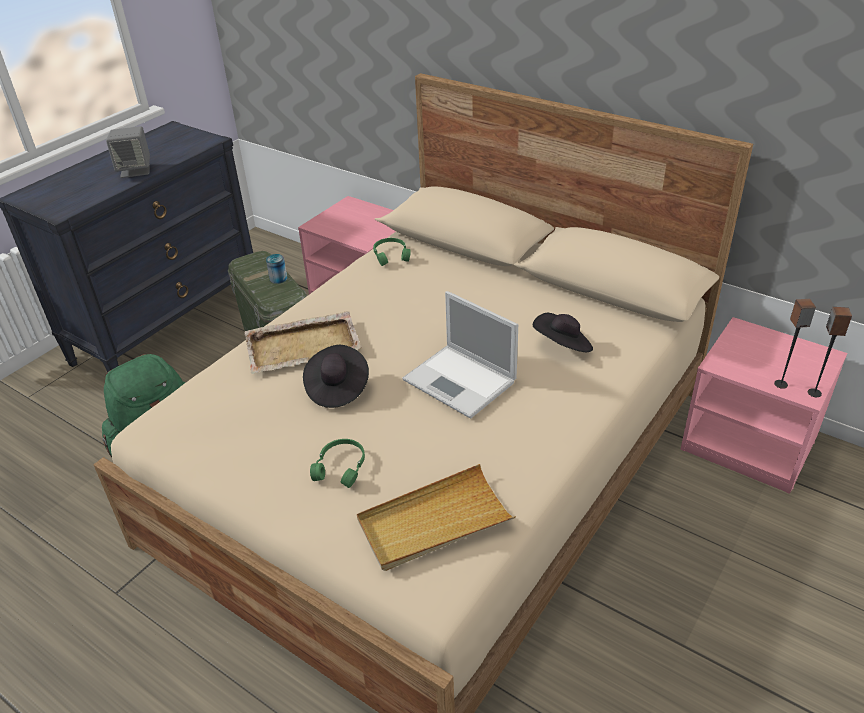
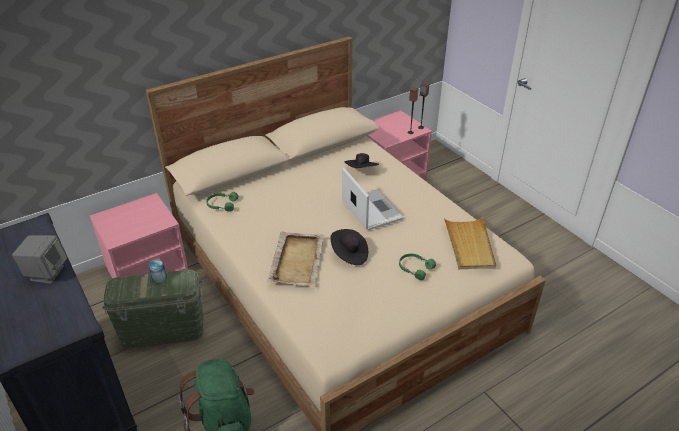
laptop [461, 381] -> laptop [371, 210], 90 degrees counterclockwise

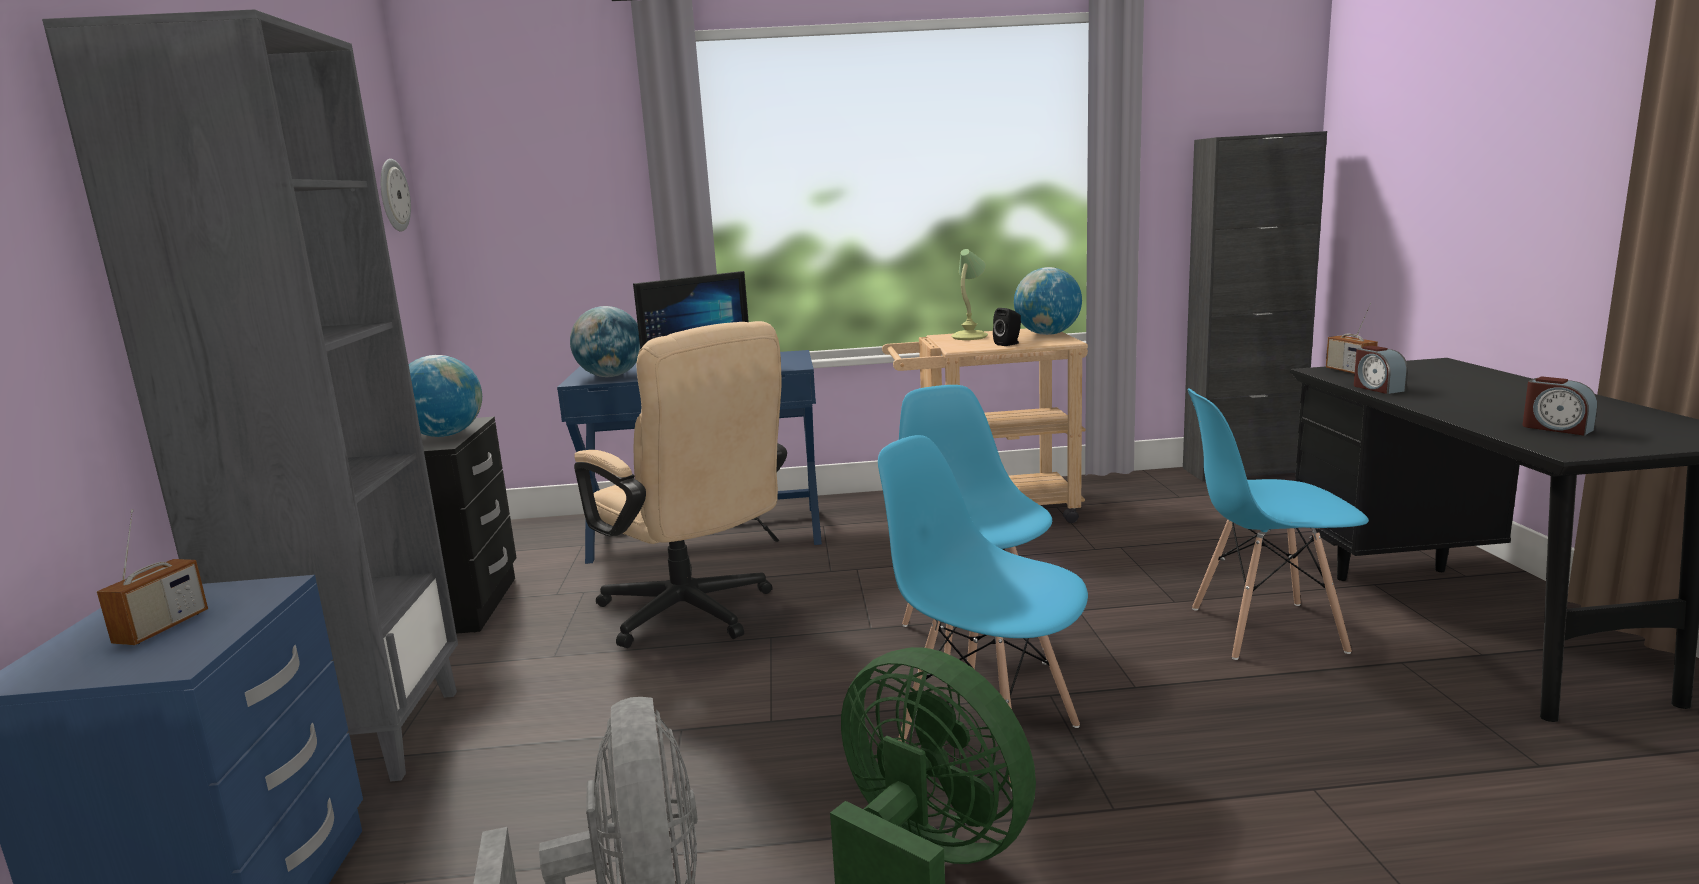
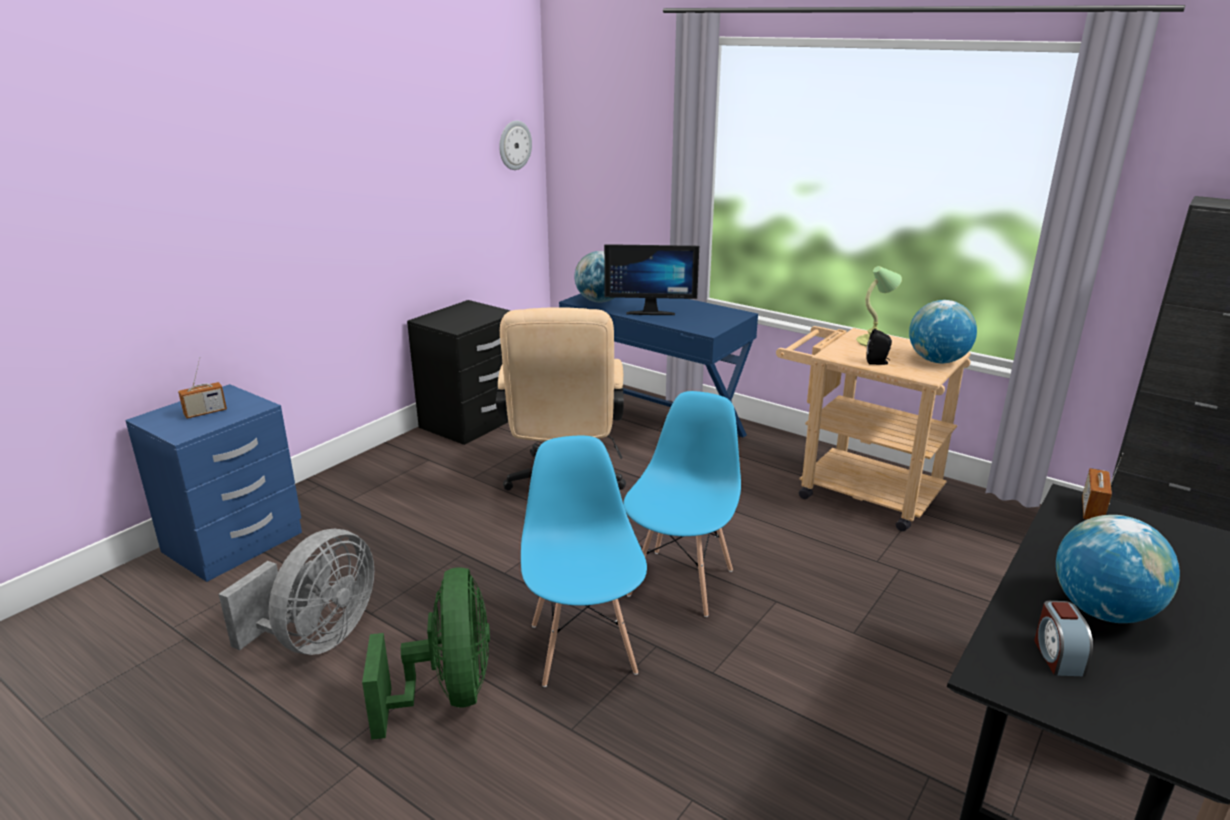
greyish shelving unit [362, 738] -> none
bluish chair [1265, 630] -> none
bedside clock [1377, 388] -> none
world globe [445, 435] -> world globe [1102, 611], relocated

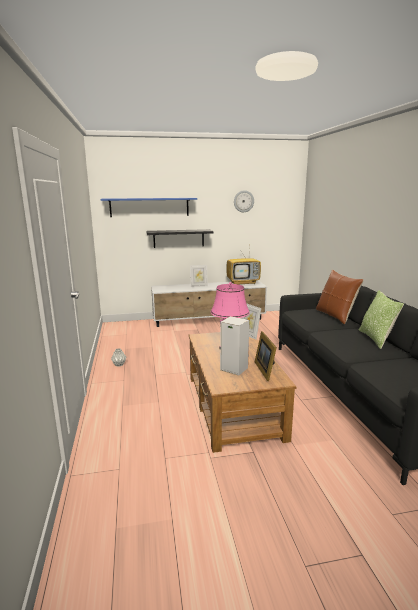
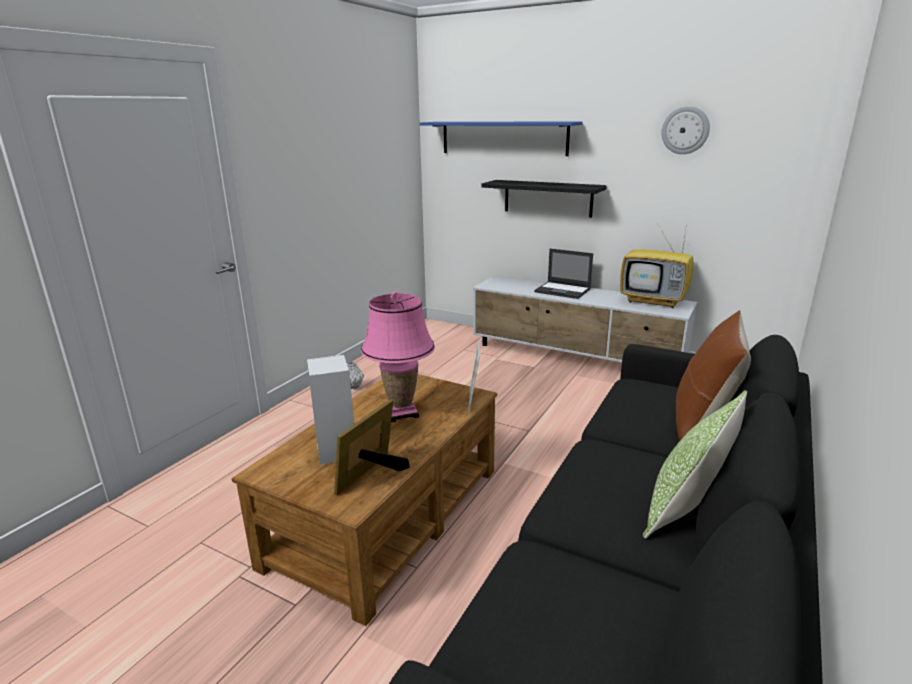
standing frame [199, 286] -> laptop [563, 290]

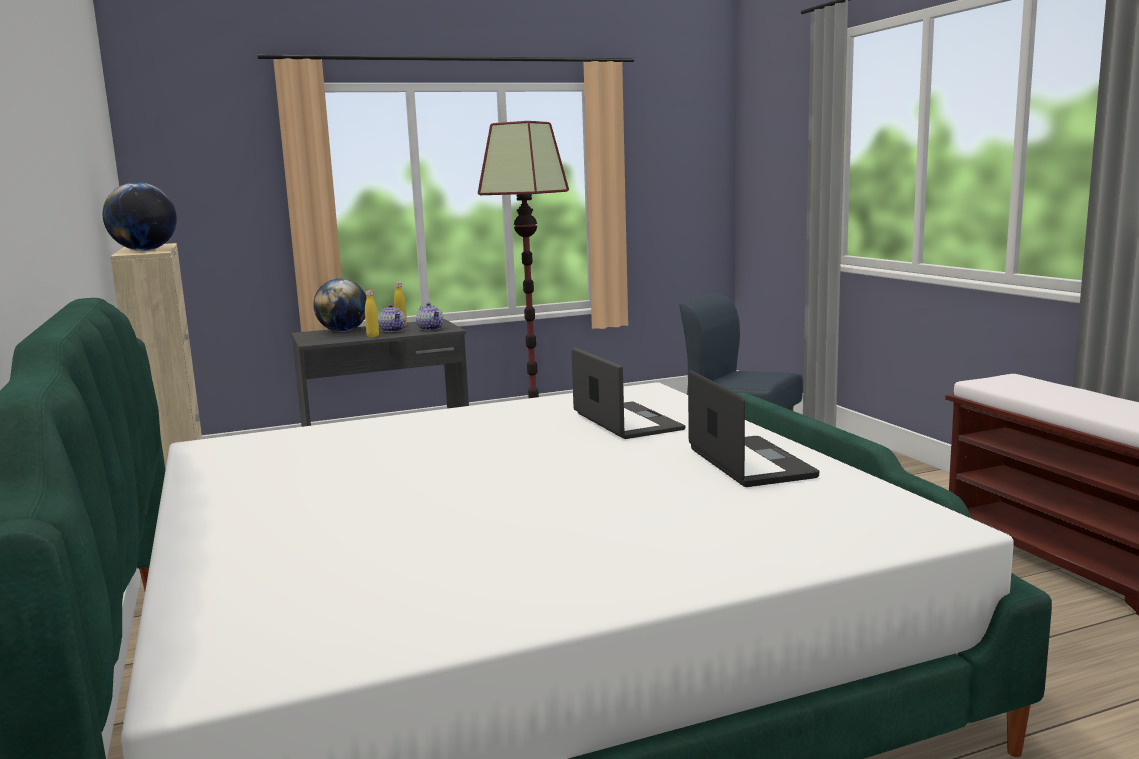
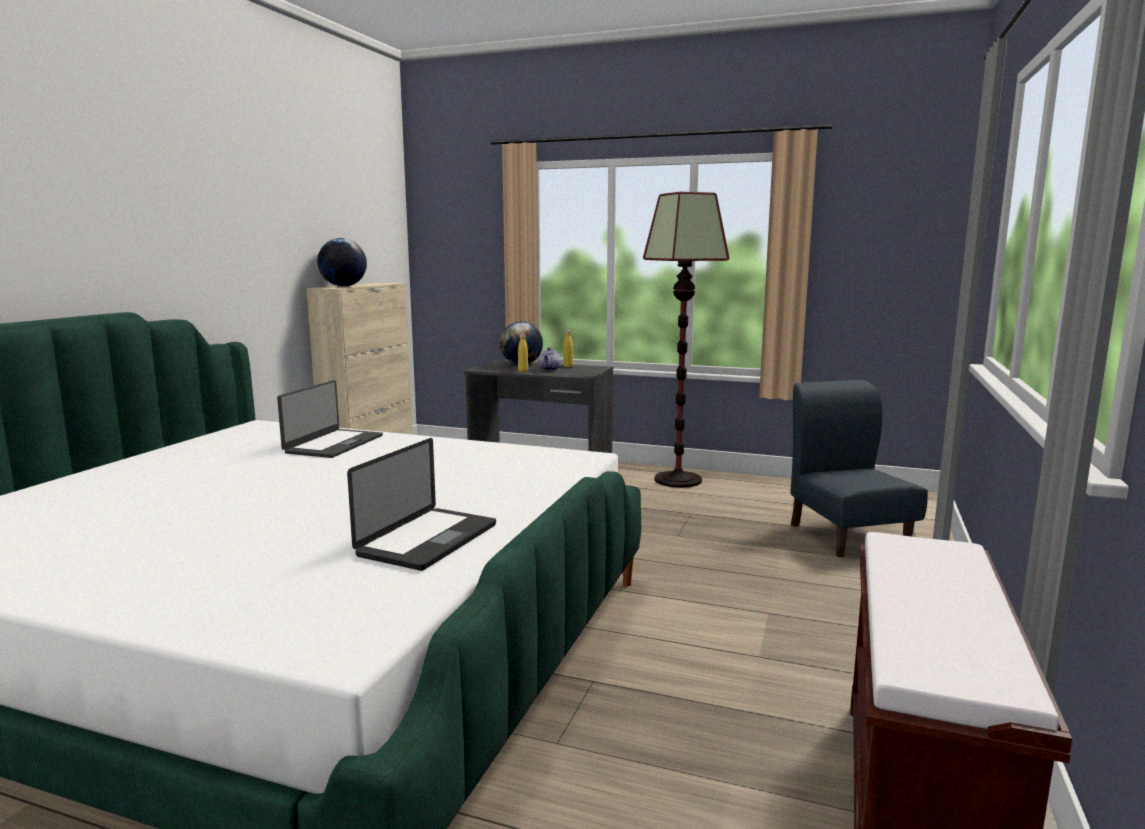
pot for tea [431, 329] -> none
laptop [625, 422] -> laptop [333, 444], relocated

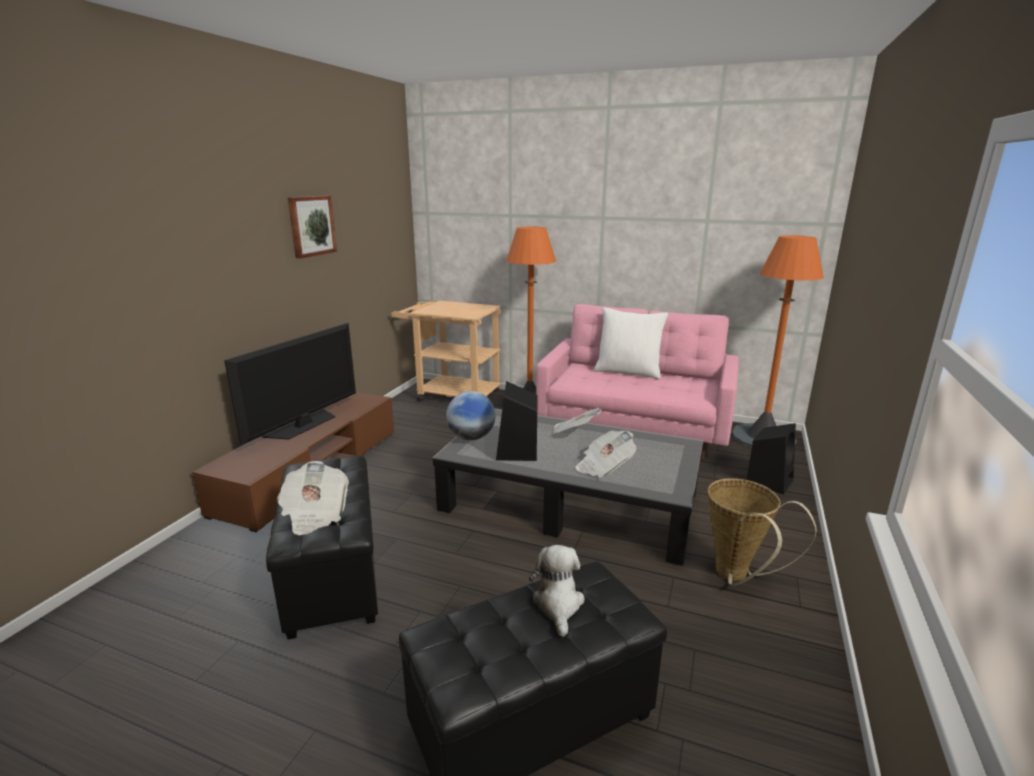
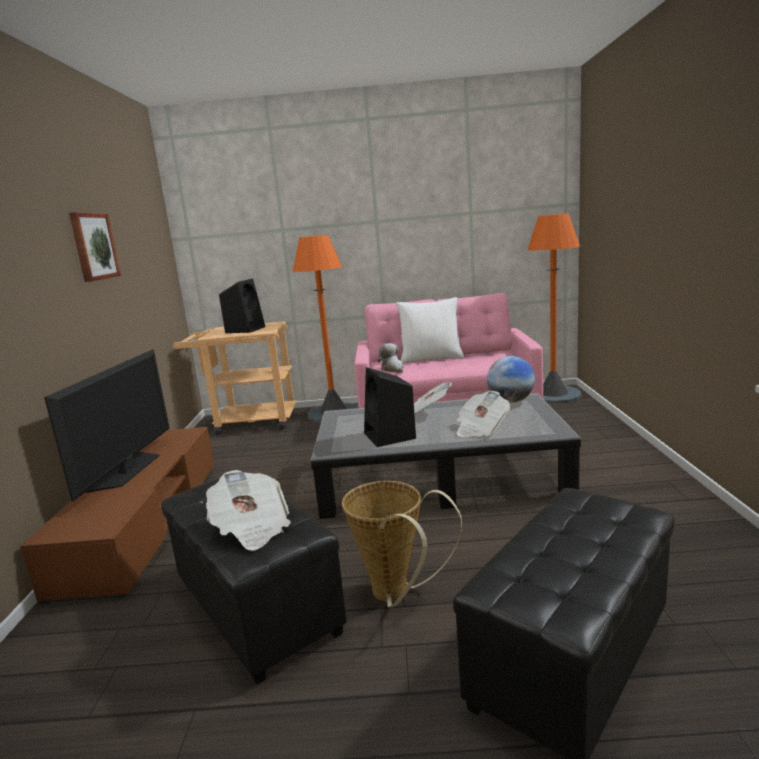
world globe [471, 437] -> world globe [511, 401], relocated
soft toy [558, 604] -> soft toy [393, 369], relocated
basket [736, 577] -> basket [396, 595], relocated
blackish speaker [769, 480] -> blackish speaker [245, 329], relocated

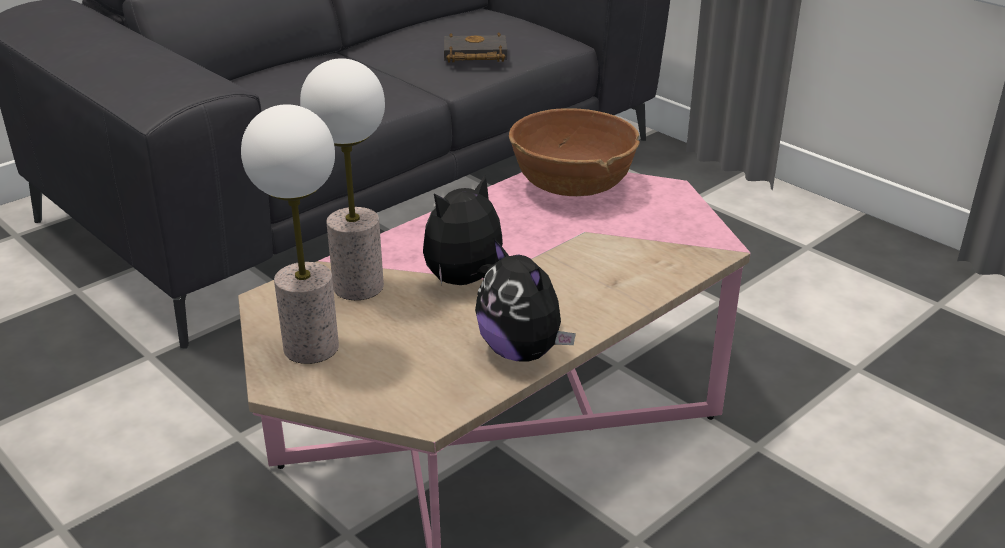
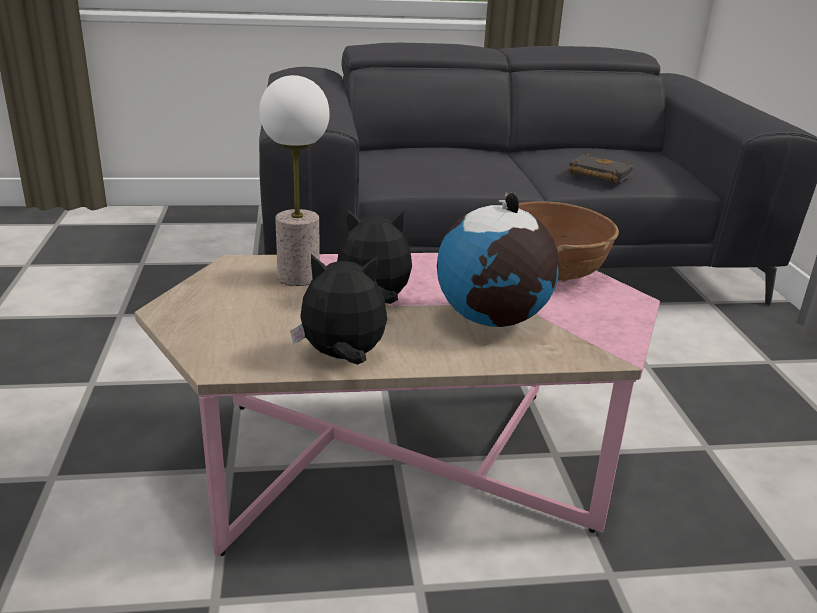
tabletop lamp [312, 347] -> none
none -> world globe [493, 320]
soft toy [522, 351] -> soft toy [343, 357], 90 degrees clockwise

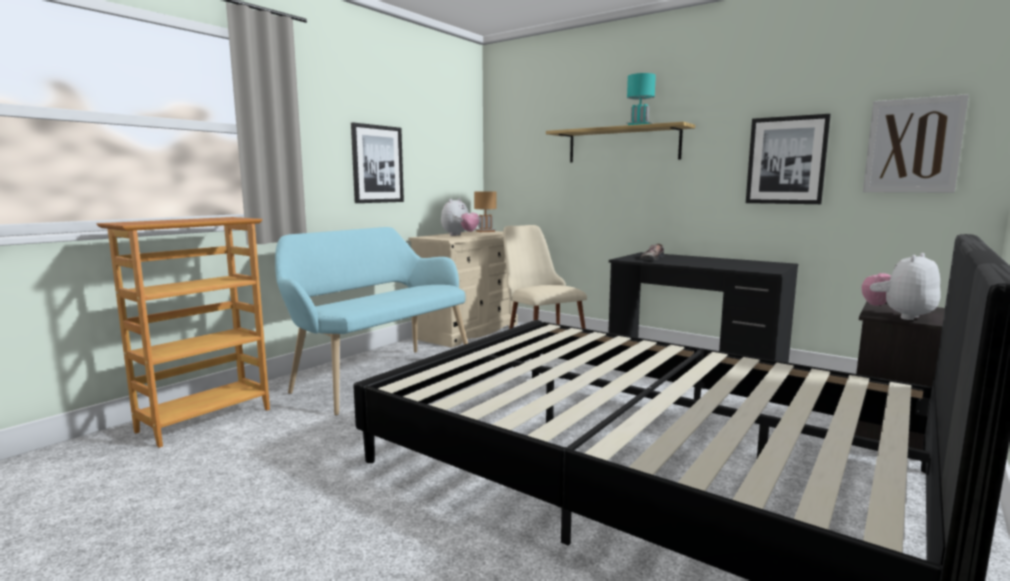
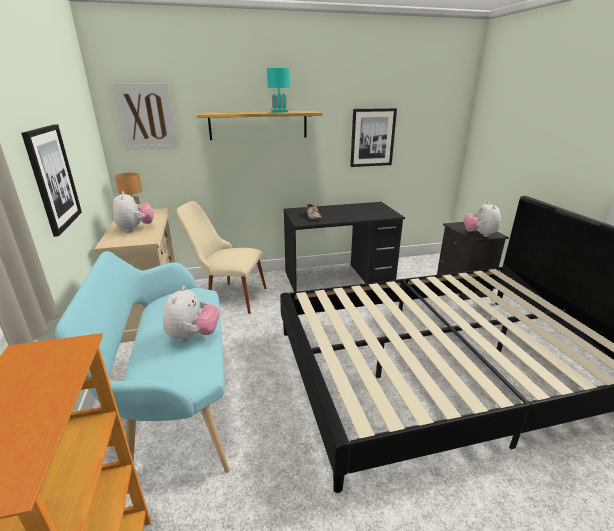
none -> soft toy [193, 336]
wall picture [913, 146] -> wall picture [146, 116], relocated

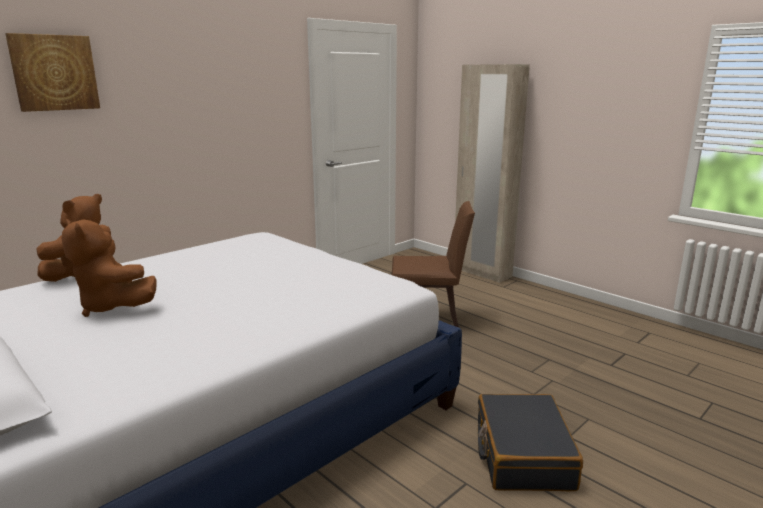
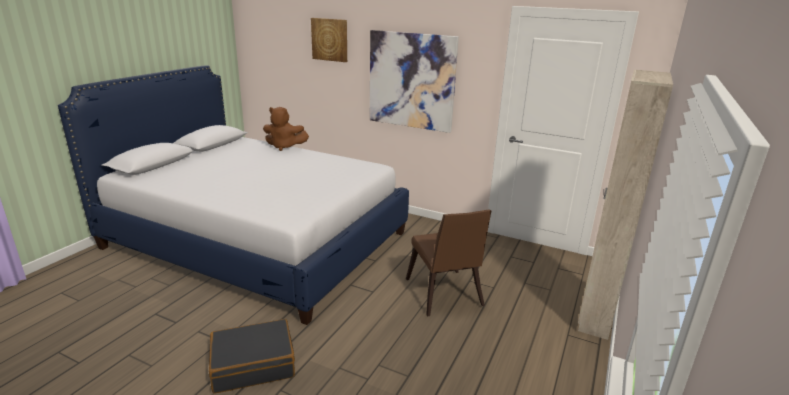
brown soft toy [113, 307] -> none
none -> wall picture [411, 81]

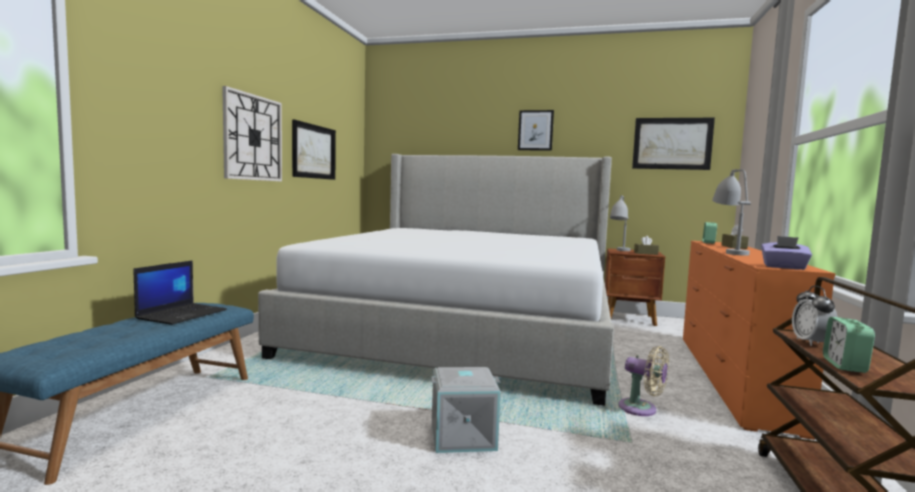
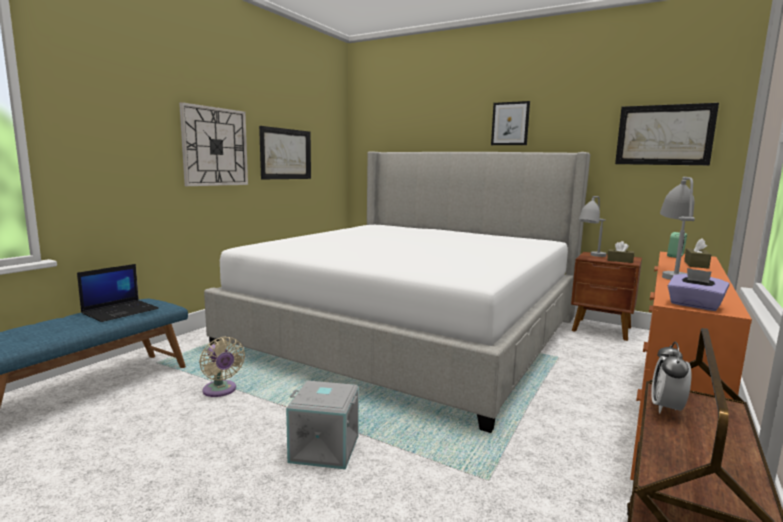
bedside clock [844, 365] -> none
beige-coloured fan [641, 409] -> beige-coloured fan [220, 391], relocated

